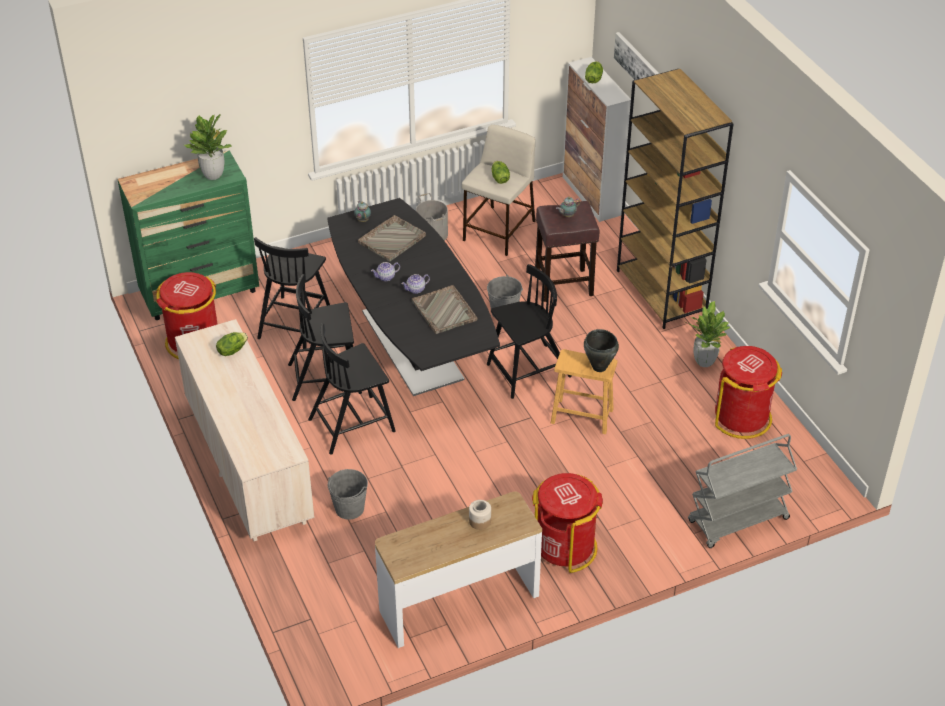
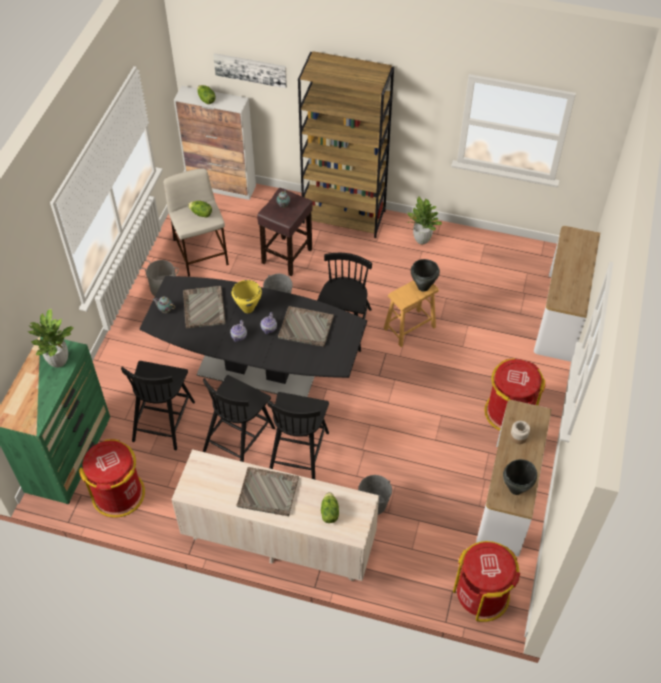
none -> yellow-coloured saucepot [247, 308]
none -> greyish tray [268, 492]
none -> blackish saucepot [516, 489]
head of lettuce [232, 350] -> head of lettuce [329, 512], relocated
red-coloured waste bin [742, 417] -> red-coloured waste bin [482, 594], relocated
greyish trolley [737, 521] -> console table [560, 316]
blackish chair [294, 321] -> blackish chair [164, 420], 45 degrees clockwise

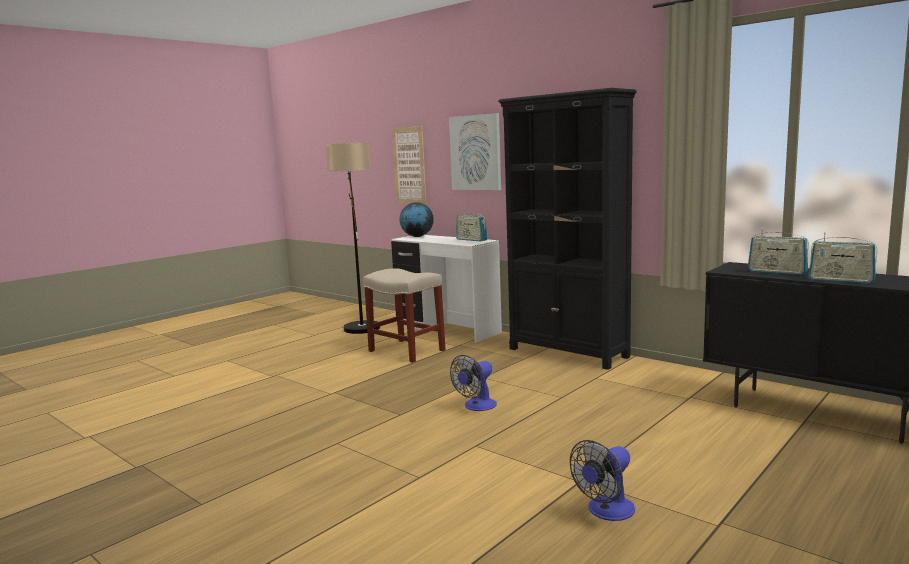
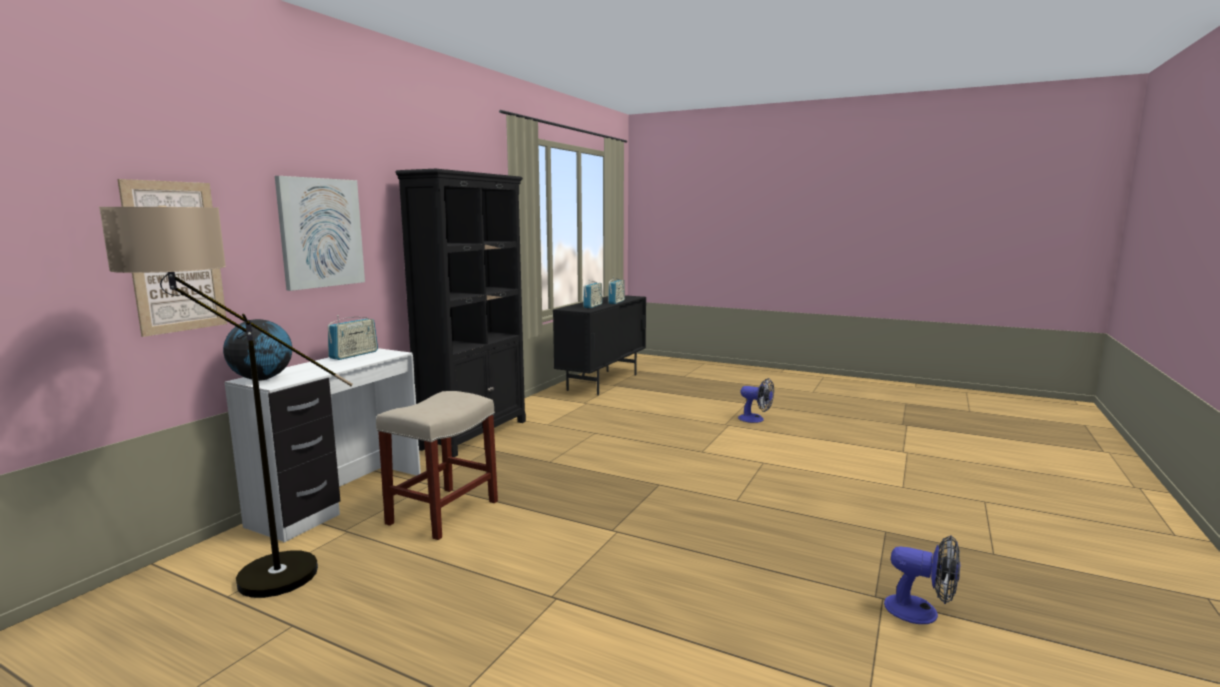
fan [476, 406] -> fan [921, 612], relocated

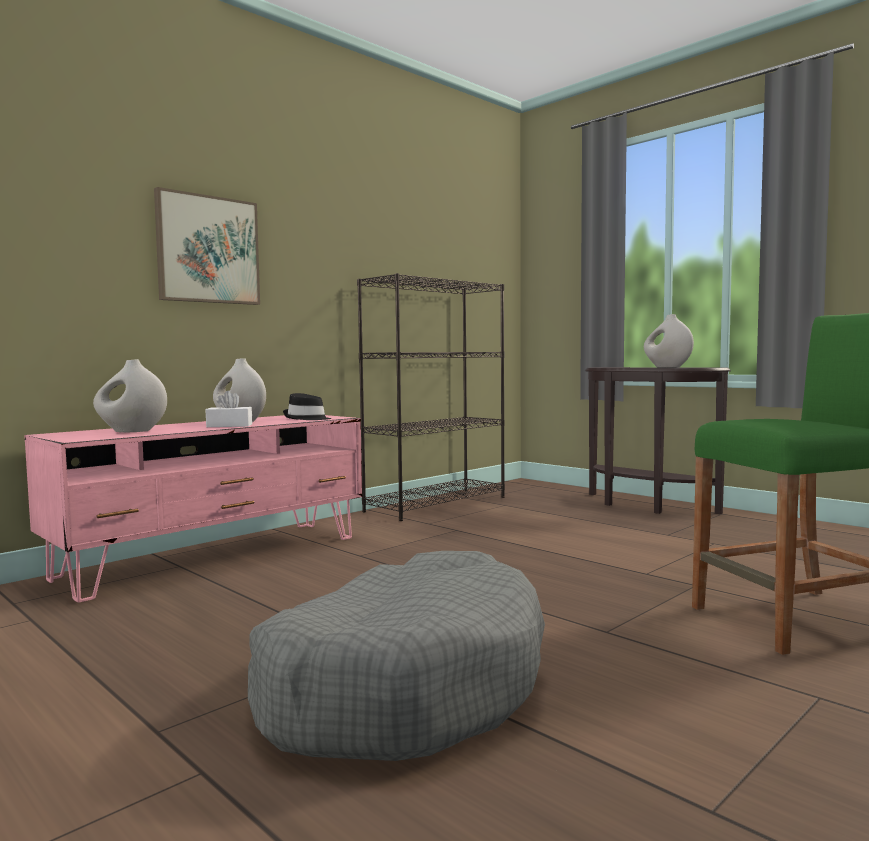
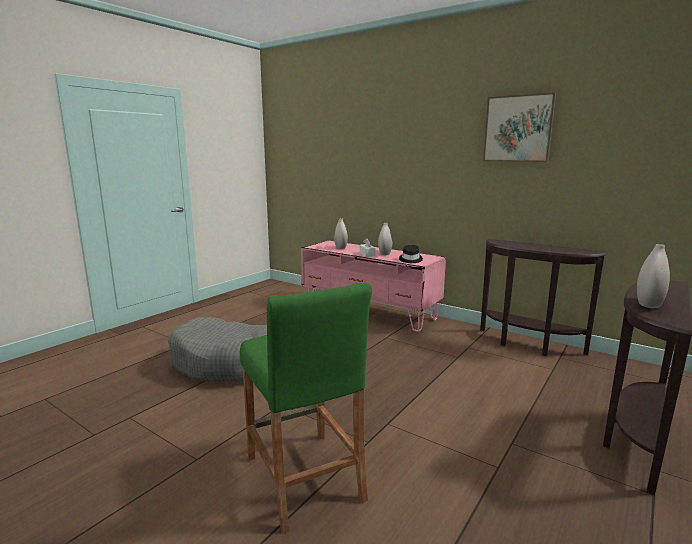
wall picture [208, 250] -> wall picture [518, 129], relocated
blackish shelving unit [436, 504] -> brown console table [528, 345]

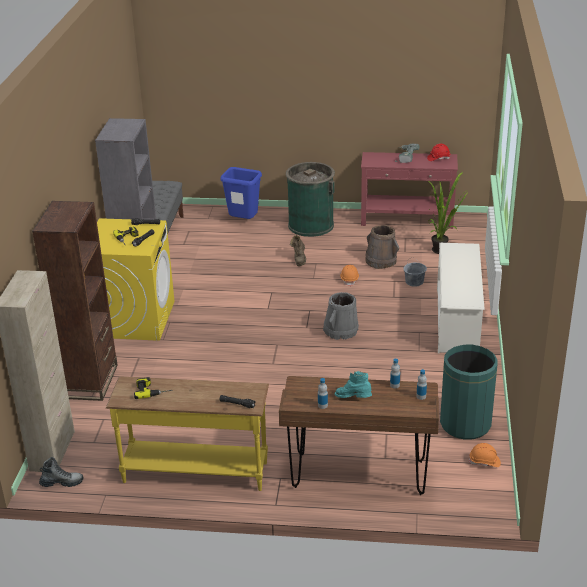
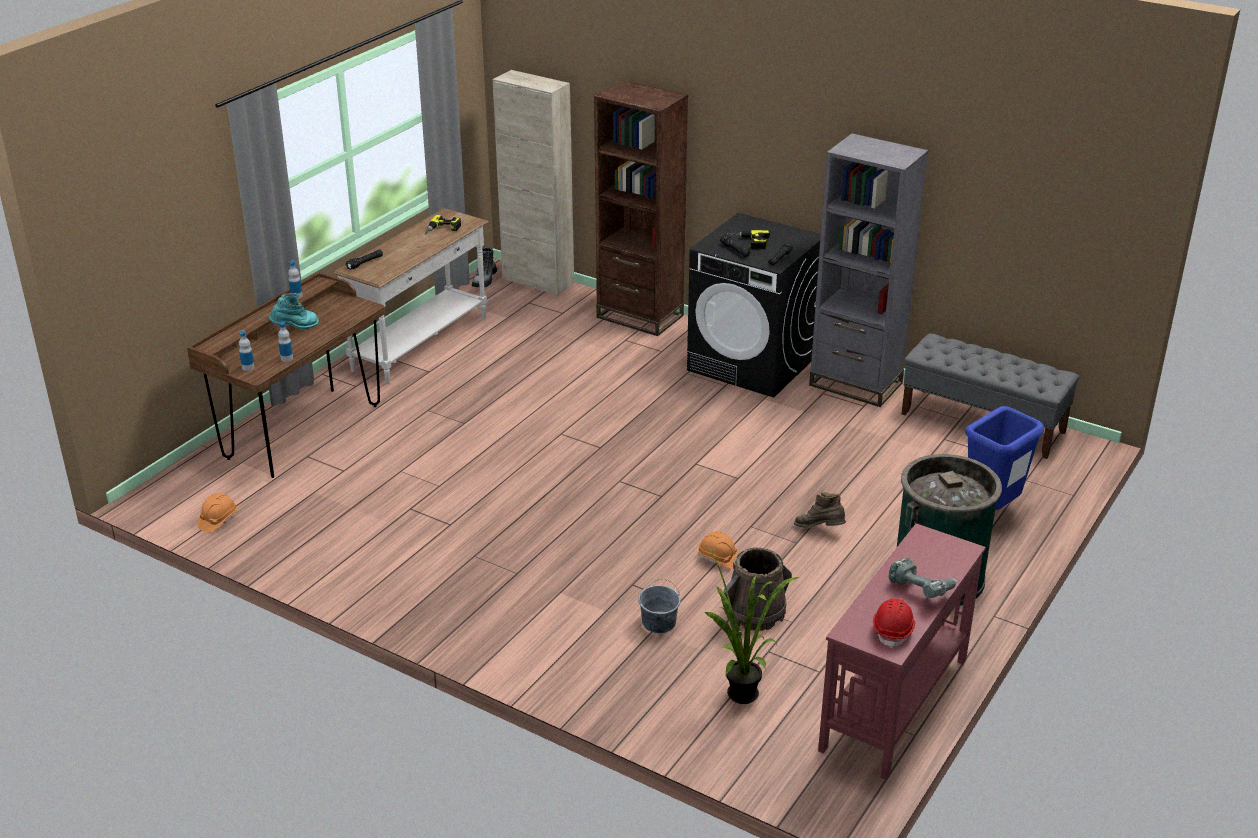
greyish pail [340, 330] -> none
whitish shoe stand [457, 320] -> none
green waste bin [465, 424] -> none
yellow-coloured laundry machine [135, 319] -> blackish laundry machine [752, 364]
yellow-coloured console table [195, 471] -> whitish console table [421, 344]

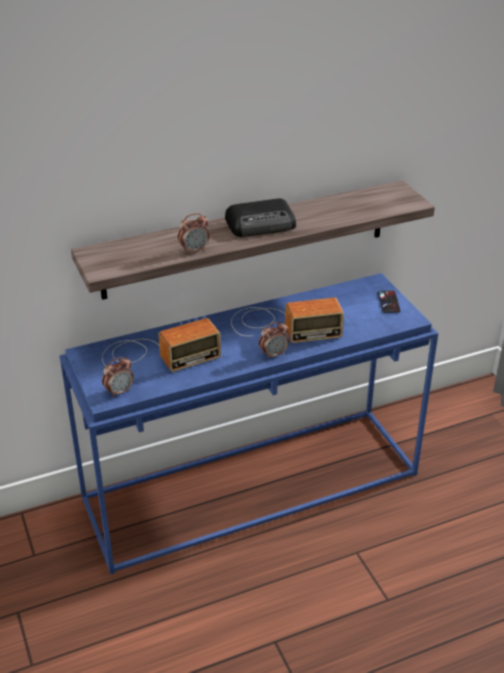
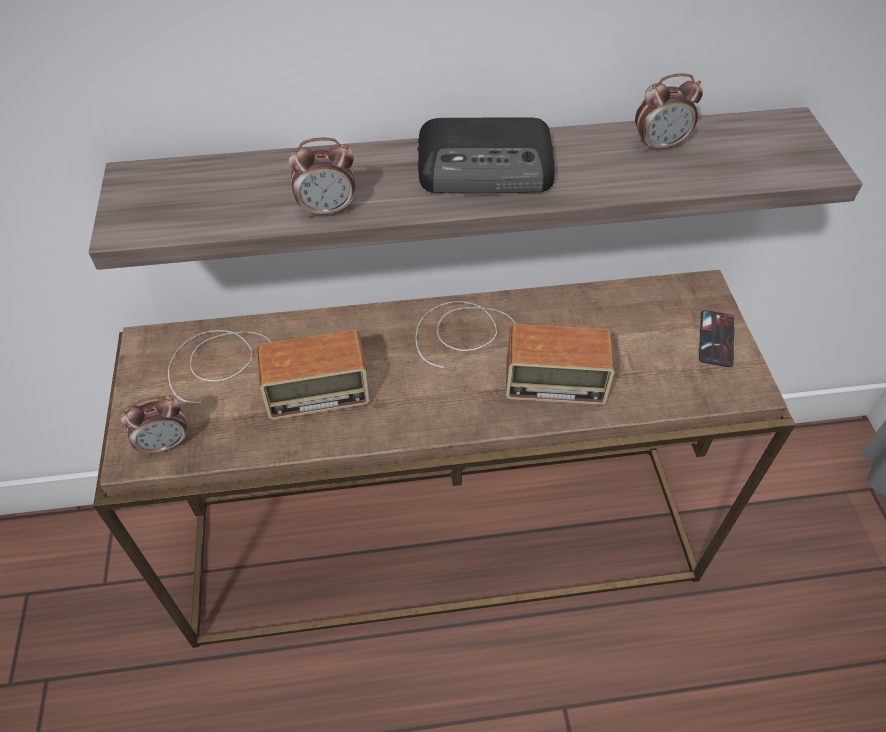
bedside clock [274, 355] -> bedside clock [659, 145], relocated
bluish console table [253, 484] -> brown console table [444, 537]

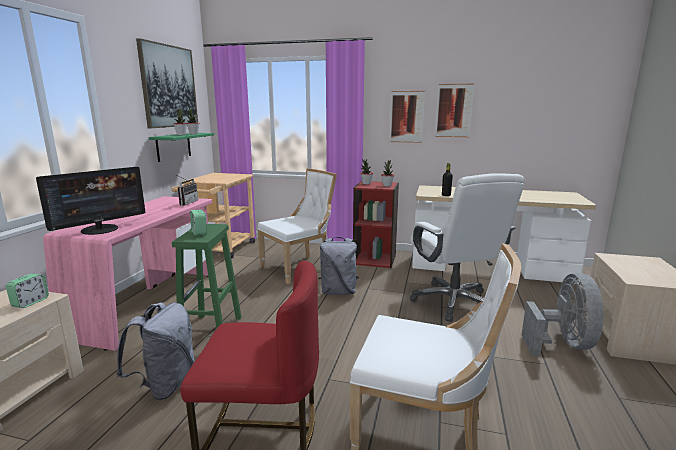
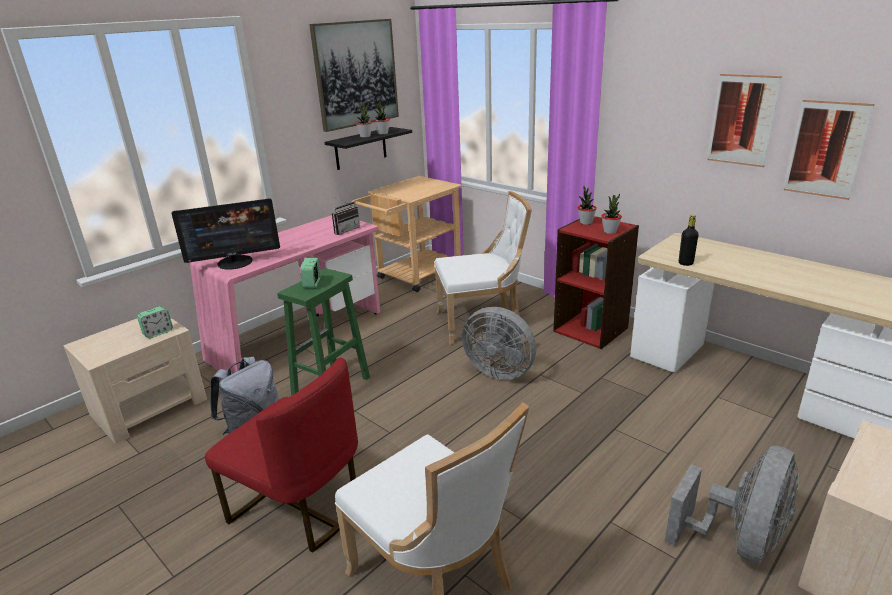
whitish desk chair [454, 302] -> none
wall picture [406, 117] -> wall picture [826, 149], relocated
greyish rucksack [338, 292] -> greyish fan [500, 370]
green wall shelf [173, 146] -> blackish wall shelf [360, 148]

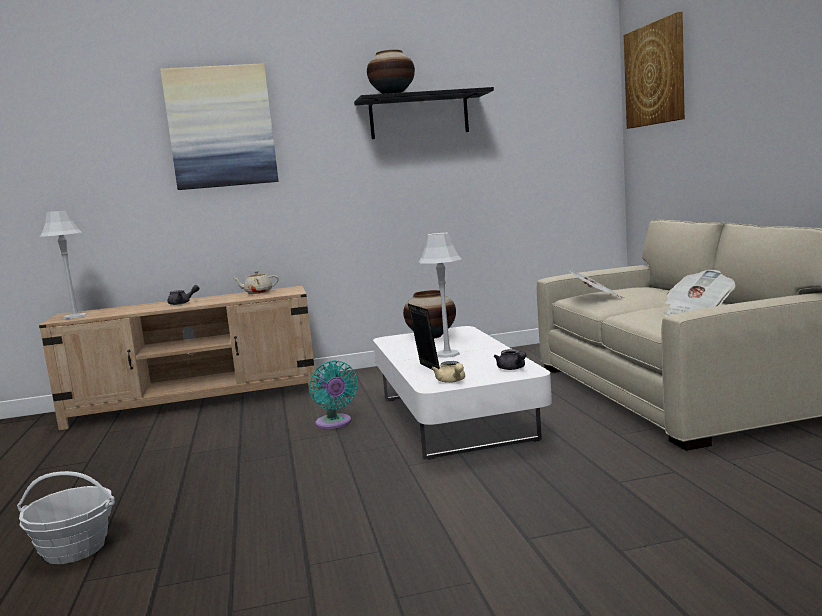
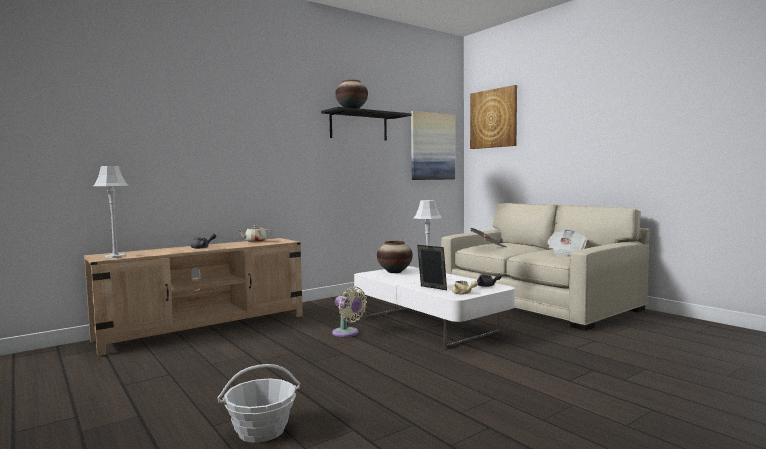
wall picture [221, 127] -> wall picture [432, 146], relocated
turquoise-coloured fan [334, 423] -> beige-coloured fan [347, 333]

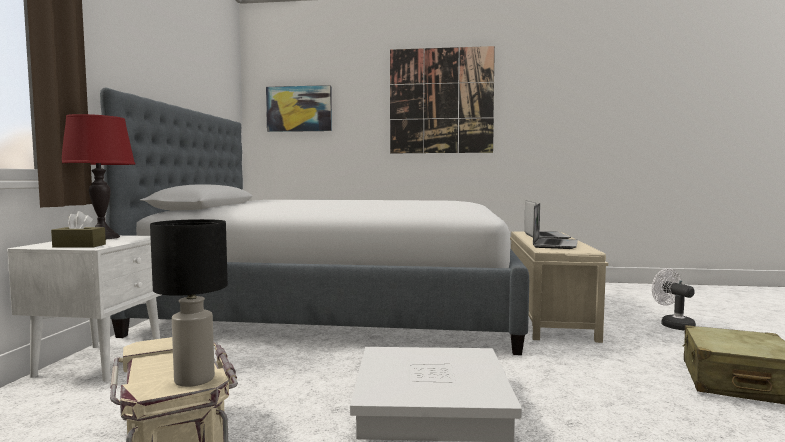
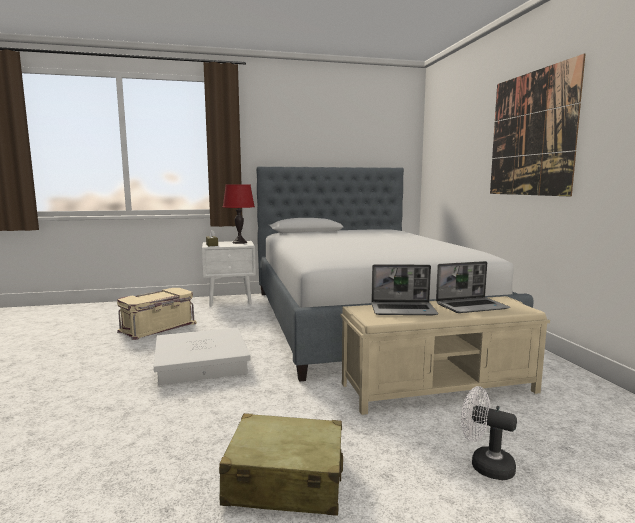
blackish tabletop lamp [193, 379] -> none
wall picture [299, 109] -> none
whitish fan [672, 325] -> whitish fan [485, 465], 105 degrees counterclockwise

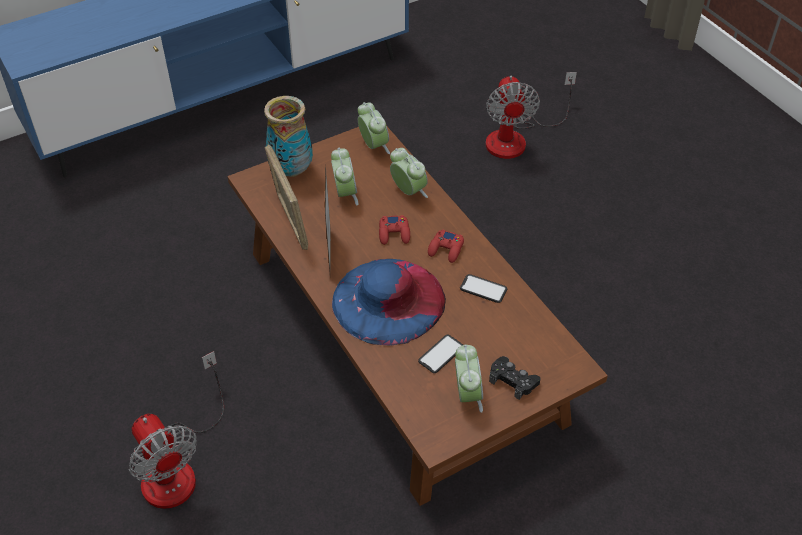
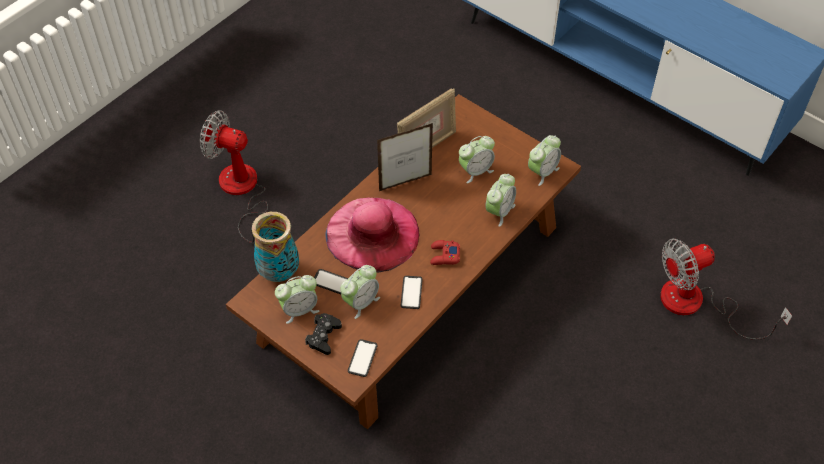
red-coloured joypad [394, 233] -> none
none -> bedside clock [361, 302]
none -> telephone [362, 358]
decorative vase [290, 170] -> decorative vase [279, 272], relocated
bluish hat [388, 300] -> pink-coloured hat [372, 234]
fan [178, 466] -> fan [241, 191], 75 degrees clockwise

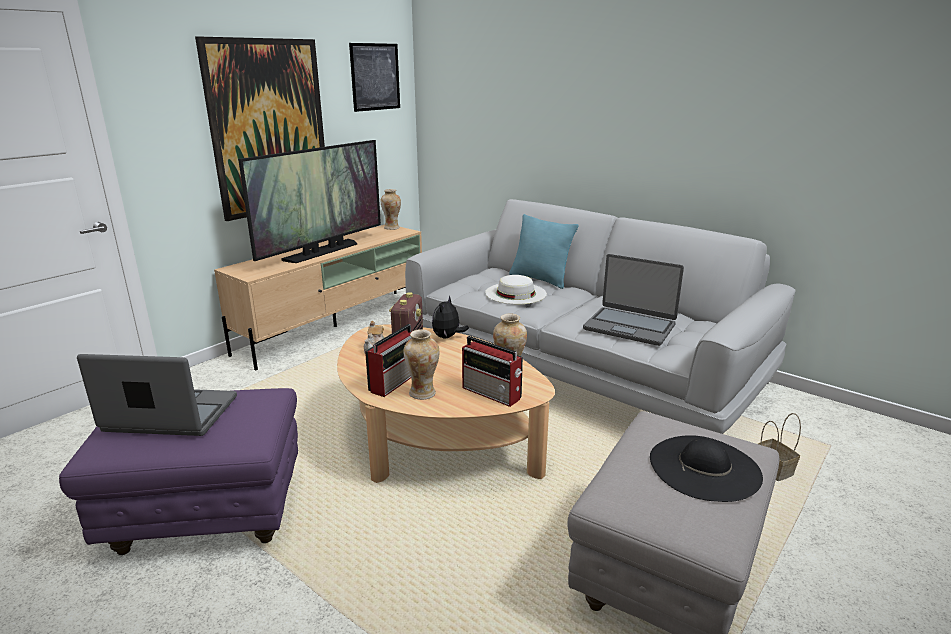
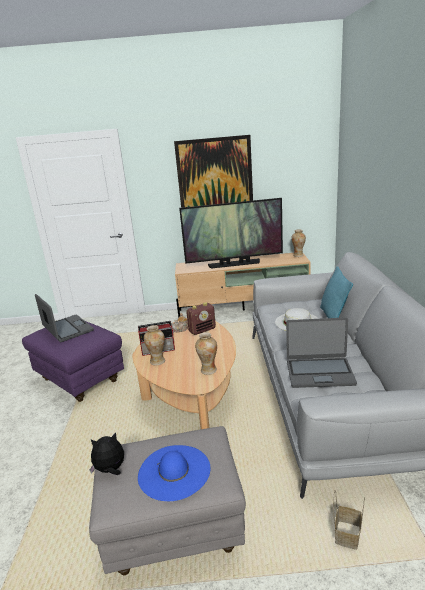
wall picture [375, 77] -> none
radio [492, 393] -> none
soft toy [448, 337] -> soft toy [110, 470], relocated
blackish hat [704, 467] -> bluish hat [174, 471]
laptop [629, 327] -> laptop [319, 373], 75 degrees counterclockwise

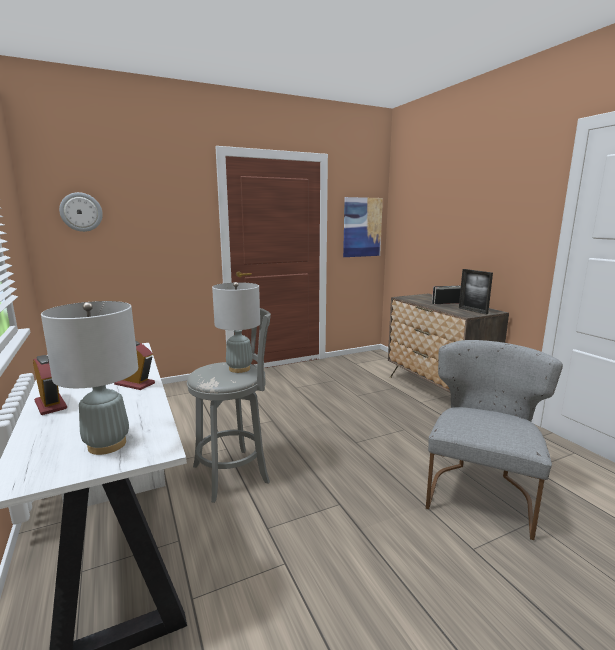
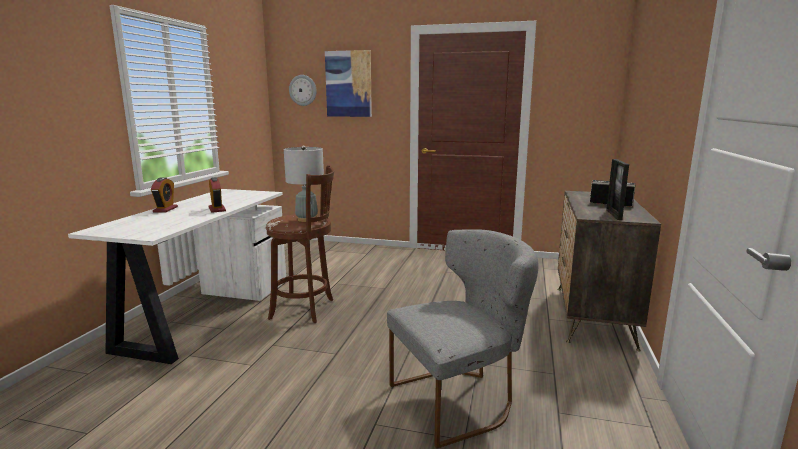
greyish tabletop lamp [107, 444] -> none
wall picture [362, 227] -> wall picture [348, 84], relocated
greyish stool [234, 473] -> brown stool [305, 309]

